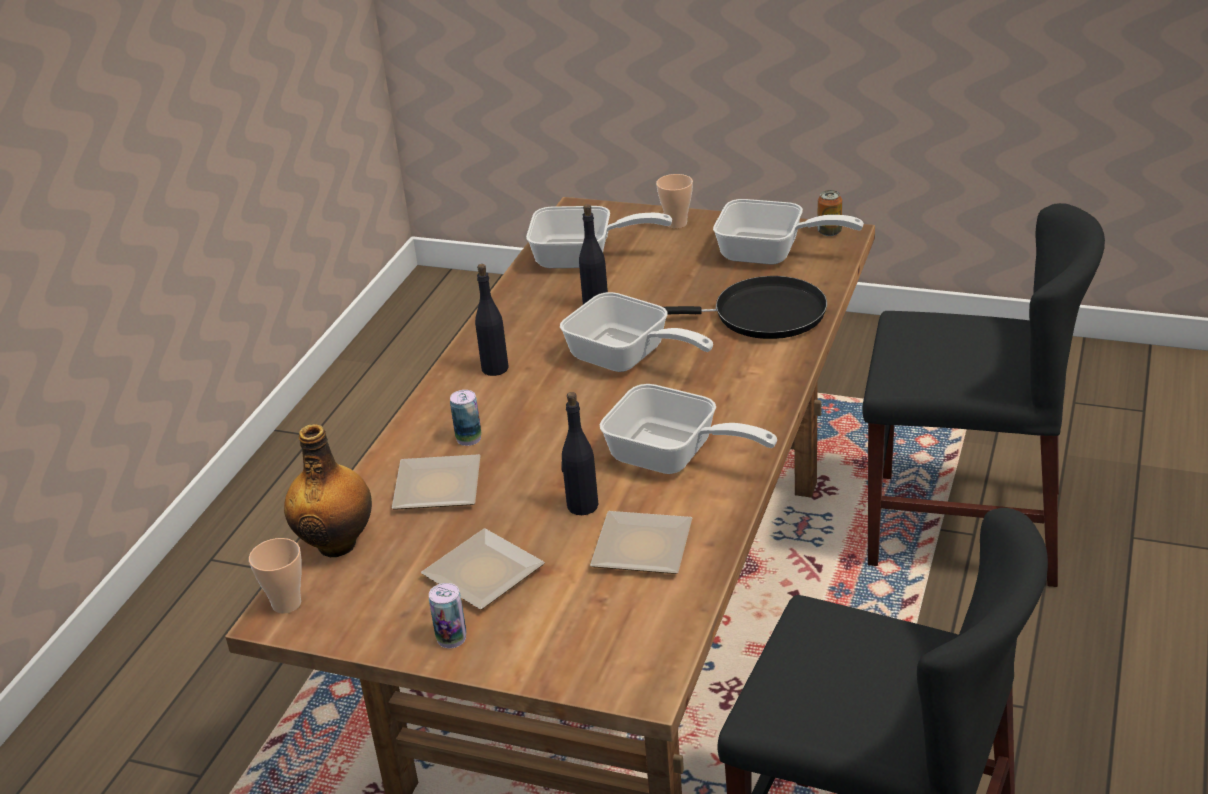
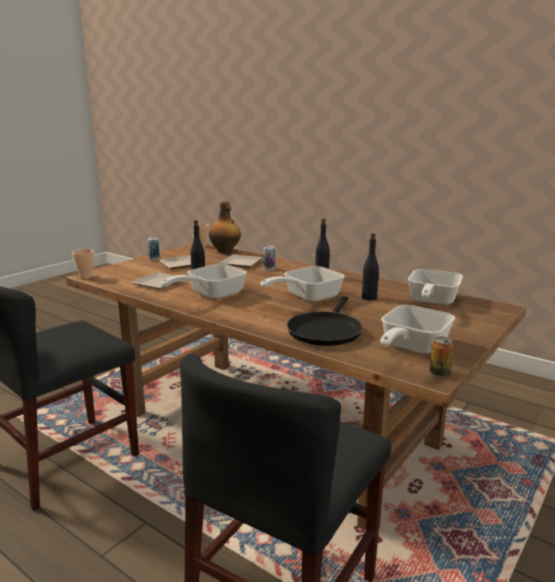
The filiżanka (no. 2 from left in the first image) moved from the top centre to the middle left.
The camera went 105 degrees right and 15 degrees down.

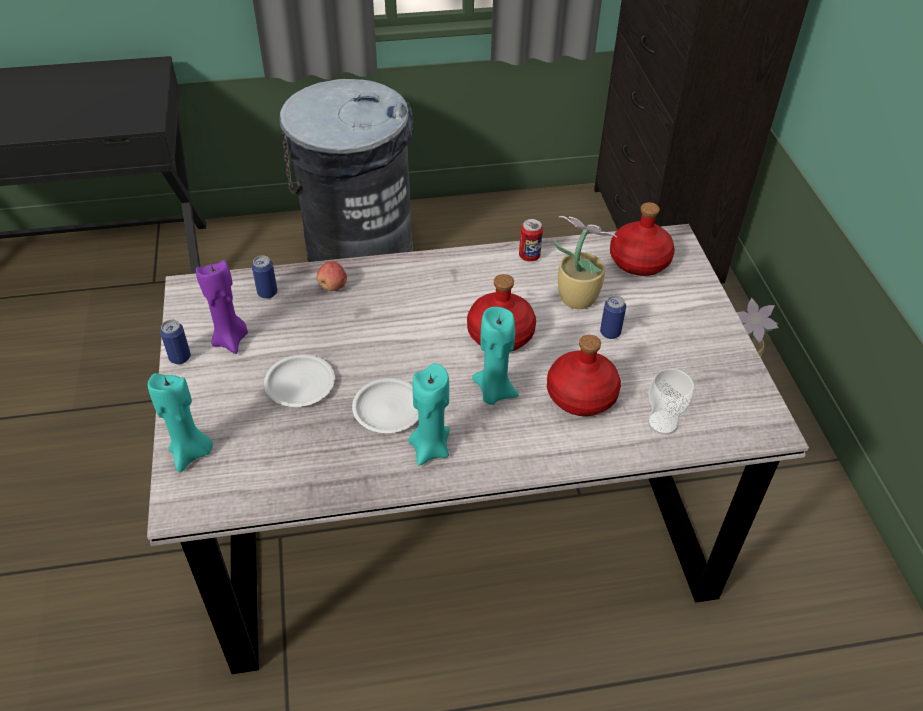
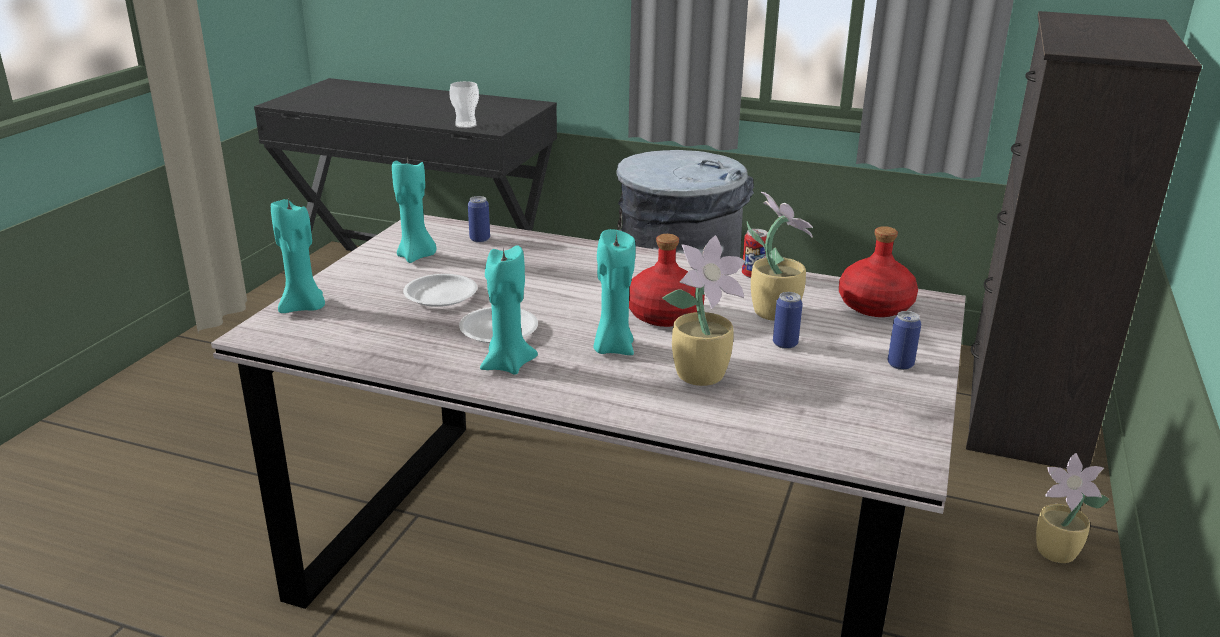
The świeca/fioletowy at the middle left became the świeca/turkusowy (no. 2 from left) at the top centre.
The filiżanka moved from the middle right to the top centre.
The butelka/czerwony (no. 2 from left) at the centre was replaced by the roślina doniczkowa (no. 1 from left) at the centre.
The puszka (no. 1 from left in the first image) moved from the middle left to the middle right.
The jabłko at the centre disappeared.
The camera went 30 degrees right and 20 degrees down.

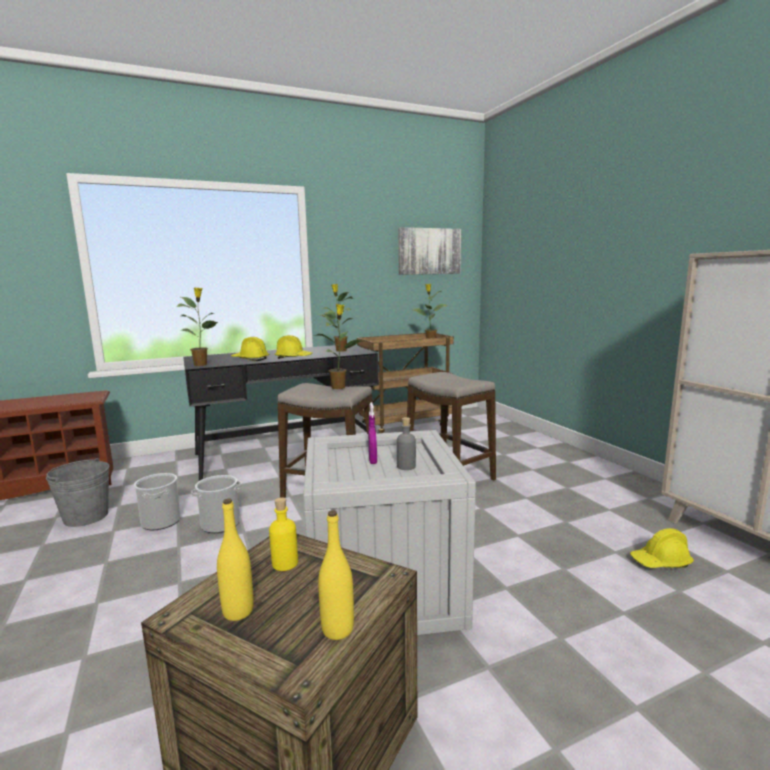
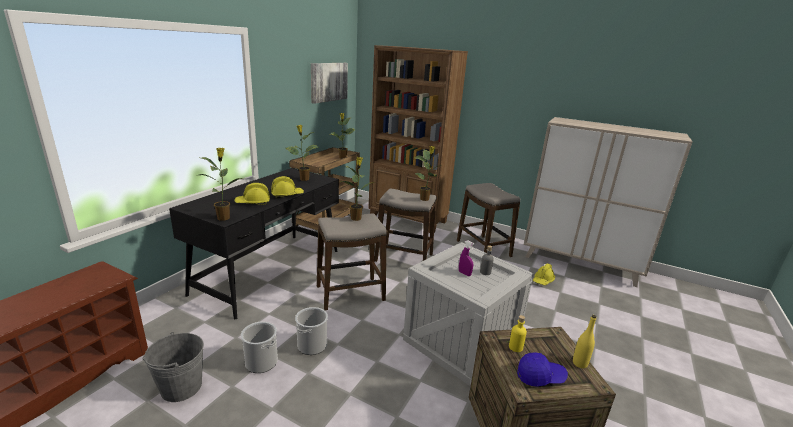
The regał/brązowy at the top centre appeared.
The roślina doniczkowa (no. 5 from left) at the centre appeared.
The stołek (no. 3 from left) at the centre appeared.
The butelka/żółty (no. 1 from left) at the bottom left was replaced by the czapka z daszkiem/niebieski at the bottom right.
The camera went 40 degrees left and 10 degrees up.

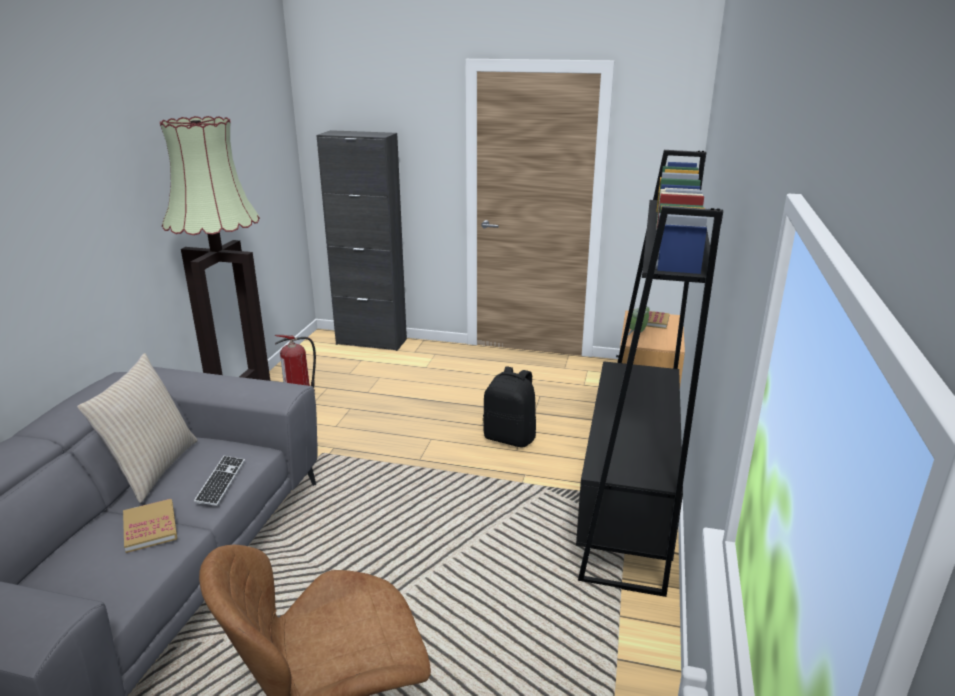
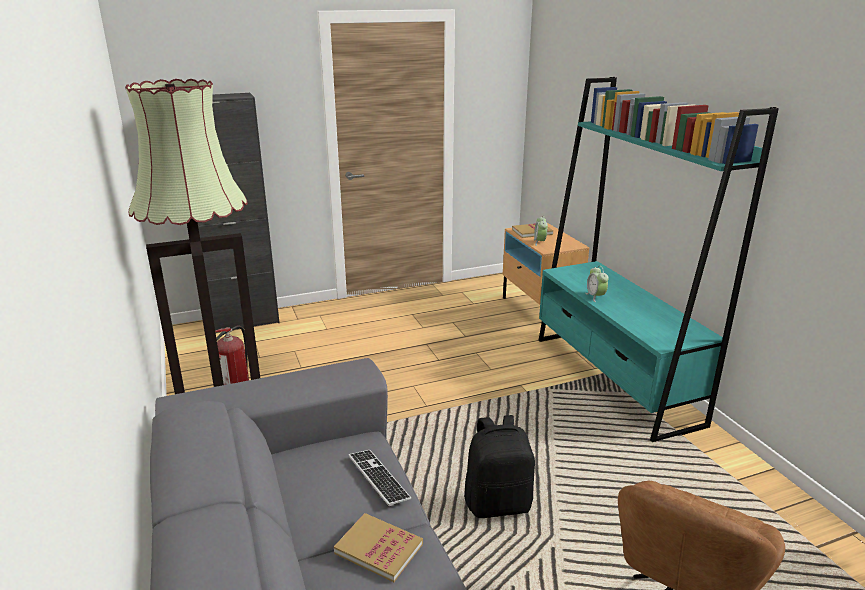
The plecak/czarny moved from the centre to the bottom centre.
The regał/czarny at the middle right became the regał/turkusowy at the middle right.
The budzik (no. 2 from left) at the middle right appeared.
The poduszka/beżowy at the middle left disappeared.
The camera went 35 degrees left and 0 degrees up.

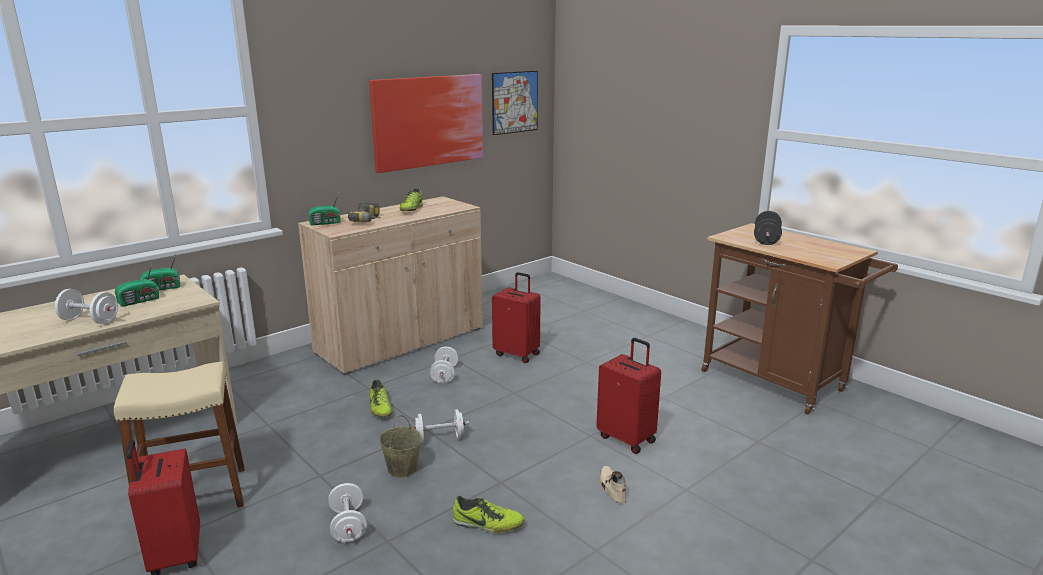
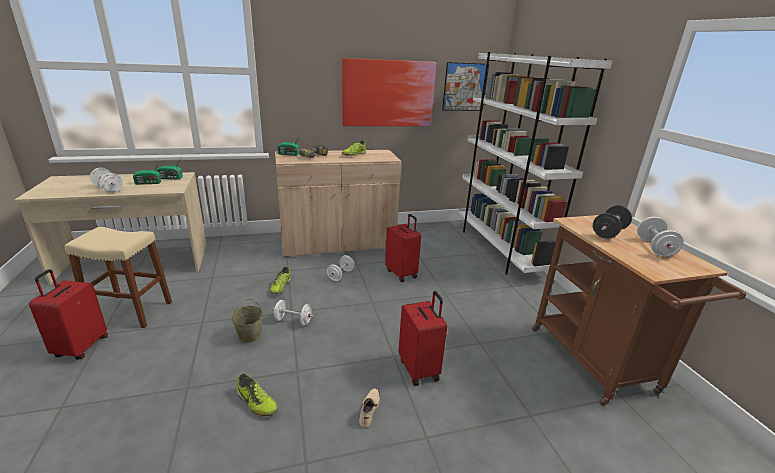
The regał/biały at the middle right appeared.
The hantel/biały (no. 2 from left in the first image) moved from the bottom left to the middle right.
The camera went 25 degrees right and 5 degrees up.

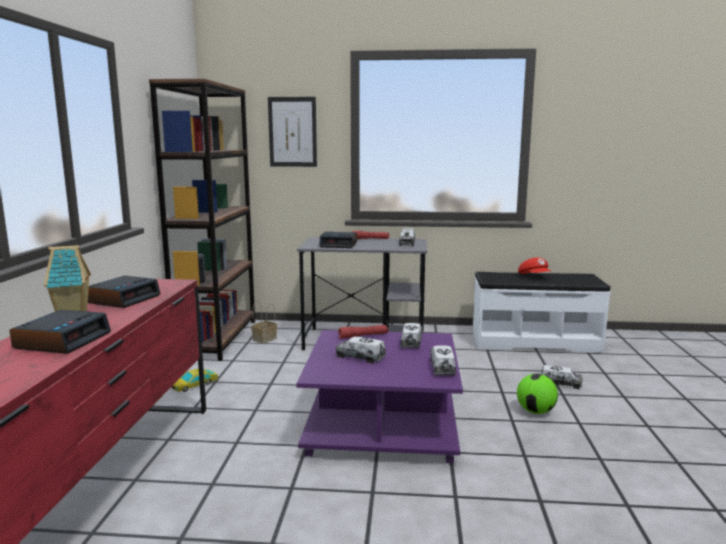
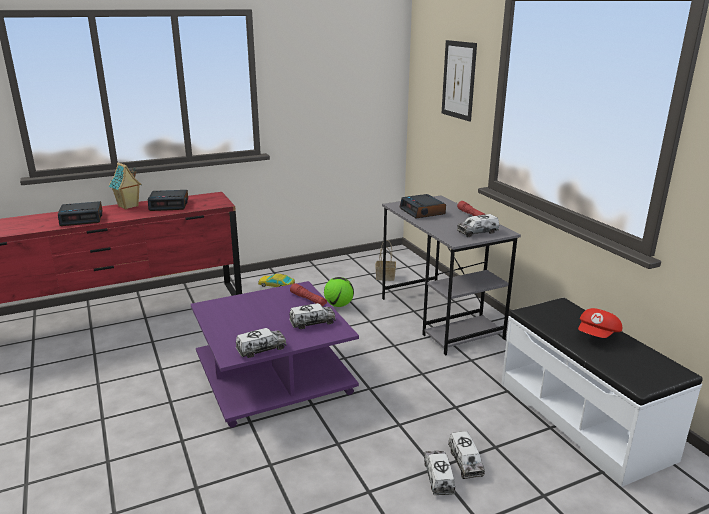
The piłka futbolowa moved from the bottom right to the centre.
The ciężarówka zabawkowa (no. 1 from left in the first image) moved from the centre to the bottom centre.
The regał/brązowy at the middle left disappeared.
The camera went 60 degrees right and 10 degrees up.

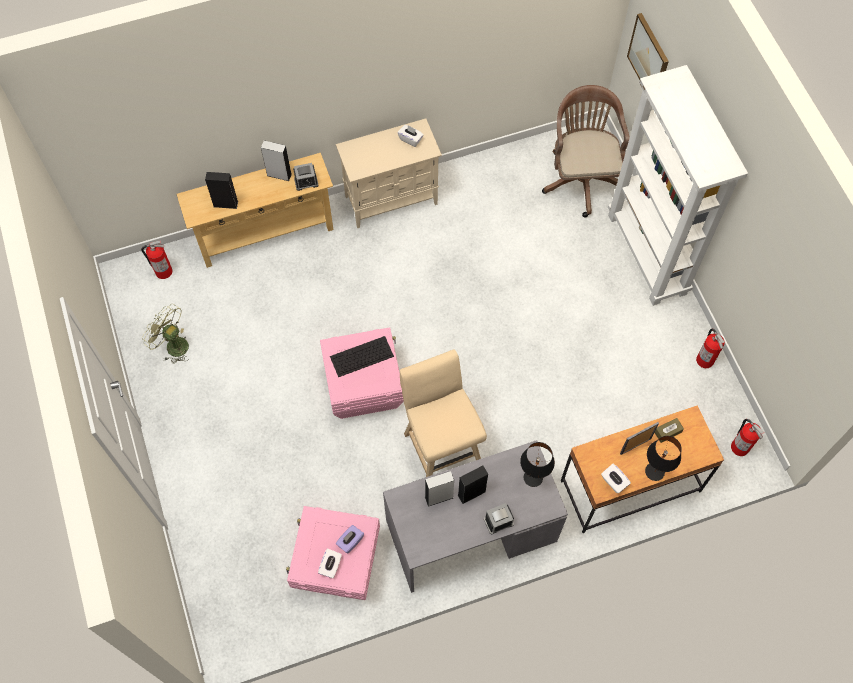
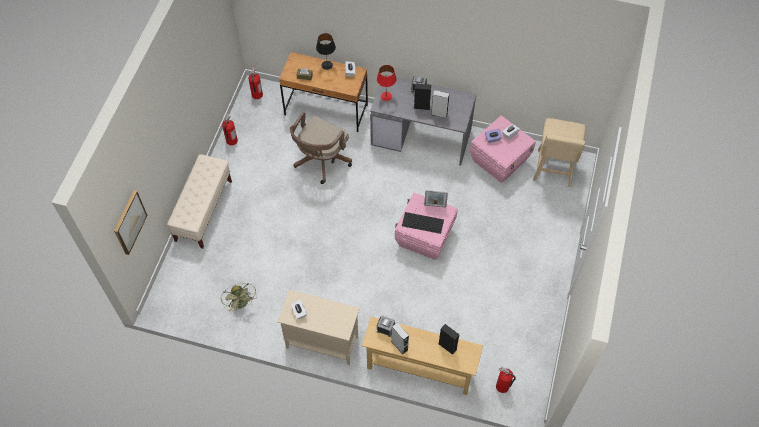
The regał/biały at the top right was replaced by the ławka/beżowy at the middle left.
The wentylator/zielony moved from the middle left to the bottom left.
The krzesło biurowe/brązowy moved from the top right to the centre.
The lampa stołowa/czarny (no. 1 from left) at the bottom centre became the lampa stołowa/czerwony at the top centre.
The ramka na zdjęcie moved from the middle right to the centre.
The stołek/beżowy moved from the centre to the middle right.
The camera went 145 degrees left and 5 degrees down.

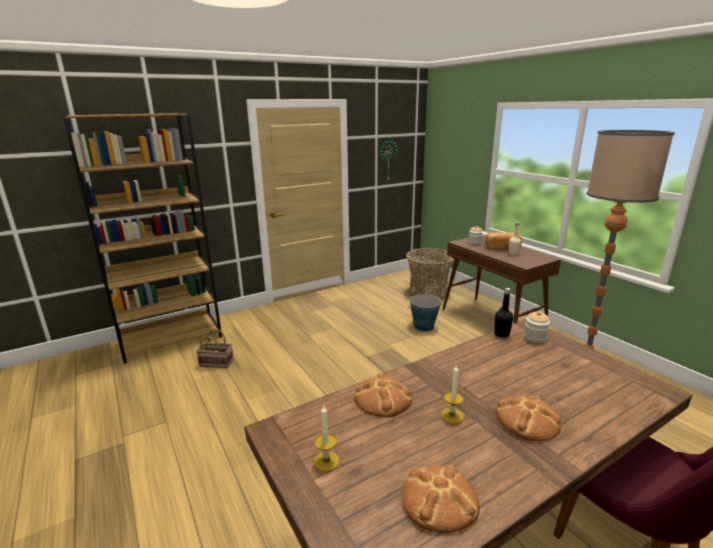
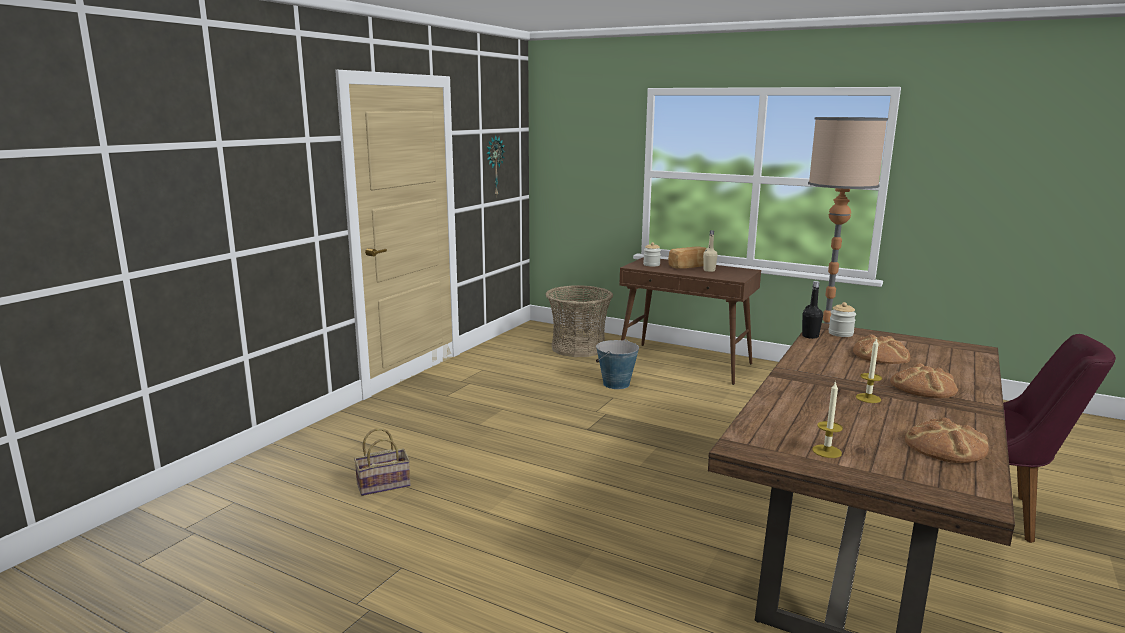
The chleb (no. 1 from left in the first image) moved from the bottom centre to the middle right.
The regał/brązowy at the middle left disappeared.
The camera went 30 degrees left and 5 degrees down.

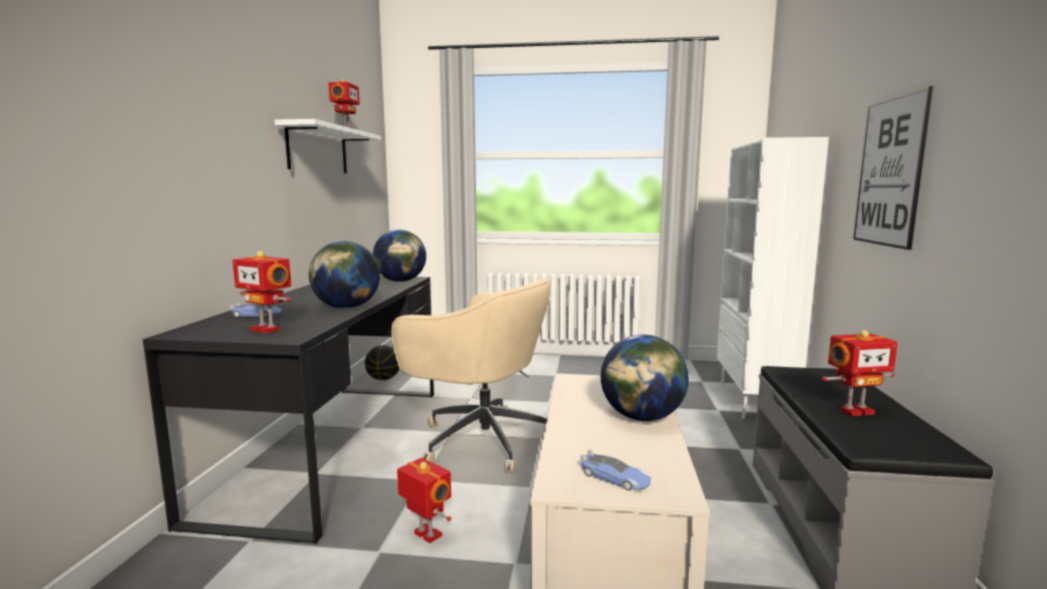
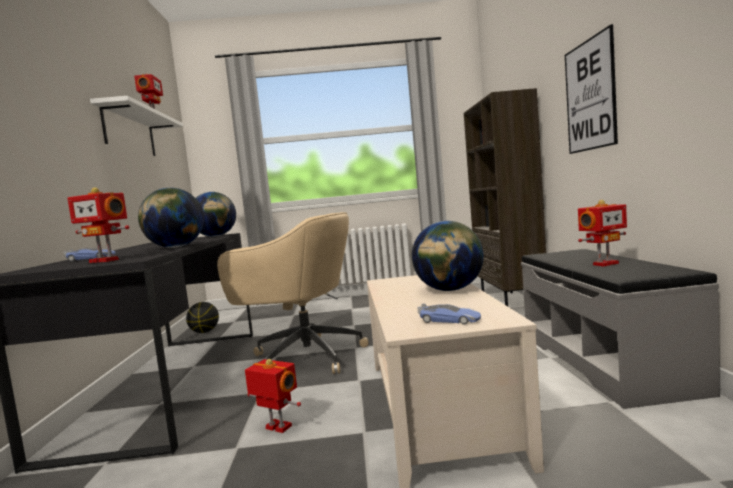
The regał/biały at the middle right became the regał/brązowy at the middle right.
The camera went 10 degrees left and 5 degrees down.

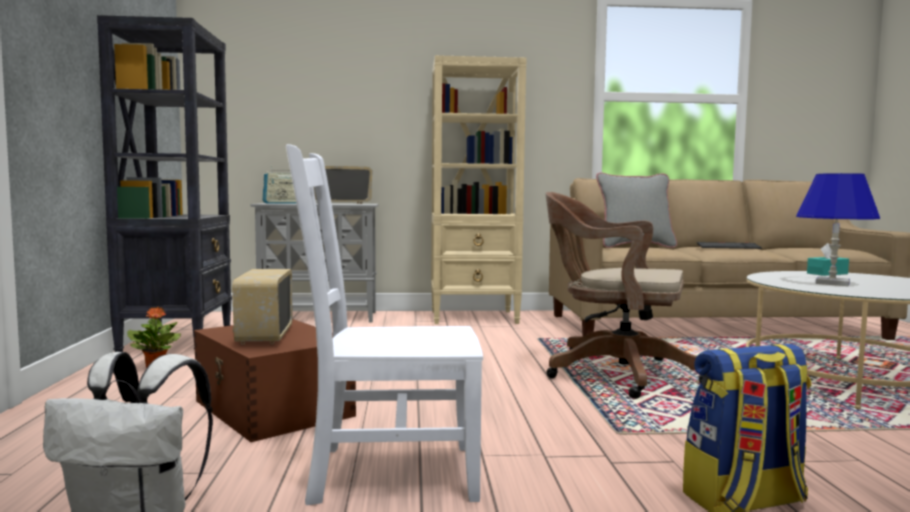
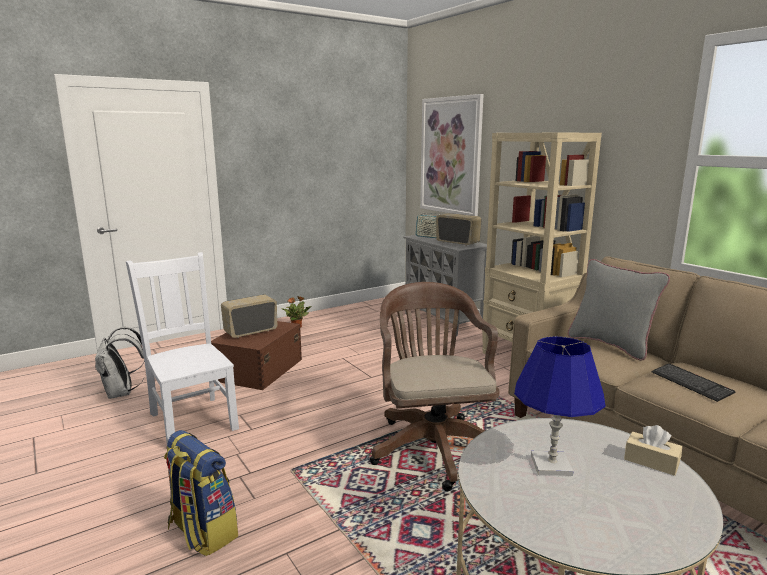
The obraz at the top centre appeared.
The pudełko chusteczek/turkusowy at the middle right became the pudełko chusteczek/beżowy at the bottom right.
The regał/czarny at the middle left disappeared.
The camera went 60 degrees right and 10 degrees up.

